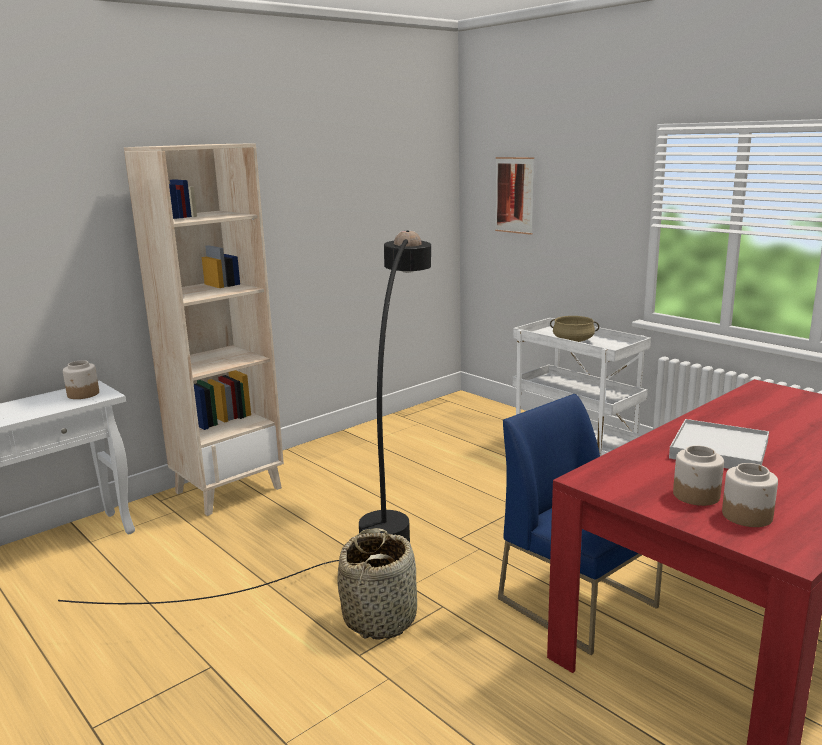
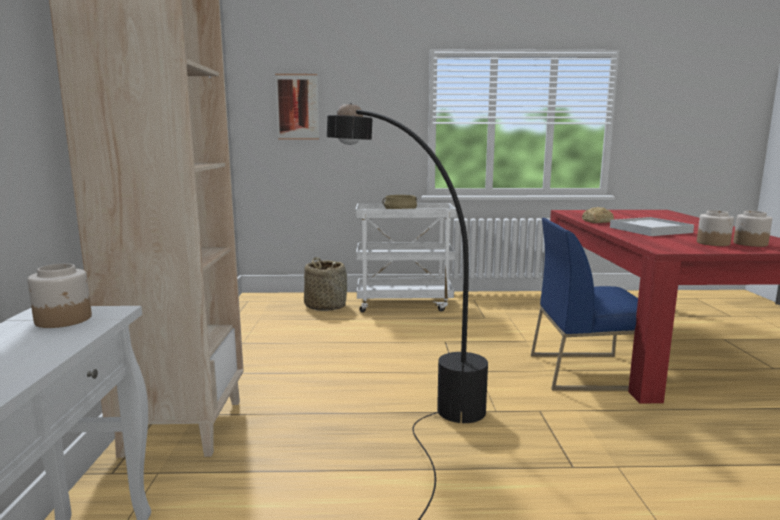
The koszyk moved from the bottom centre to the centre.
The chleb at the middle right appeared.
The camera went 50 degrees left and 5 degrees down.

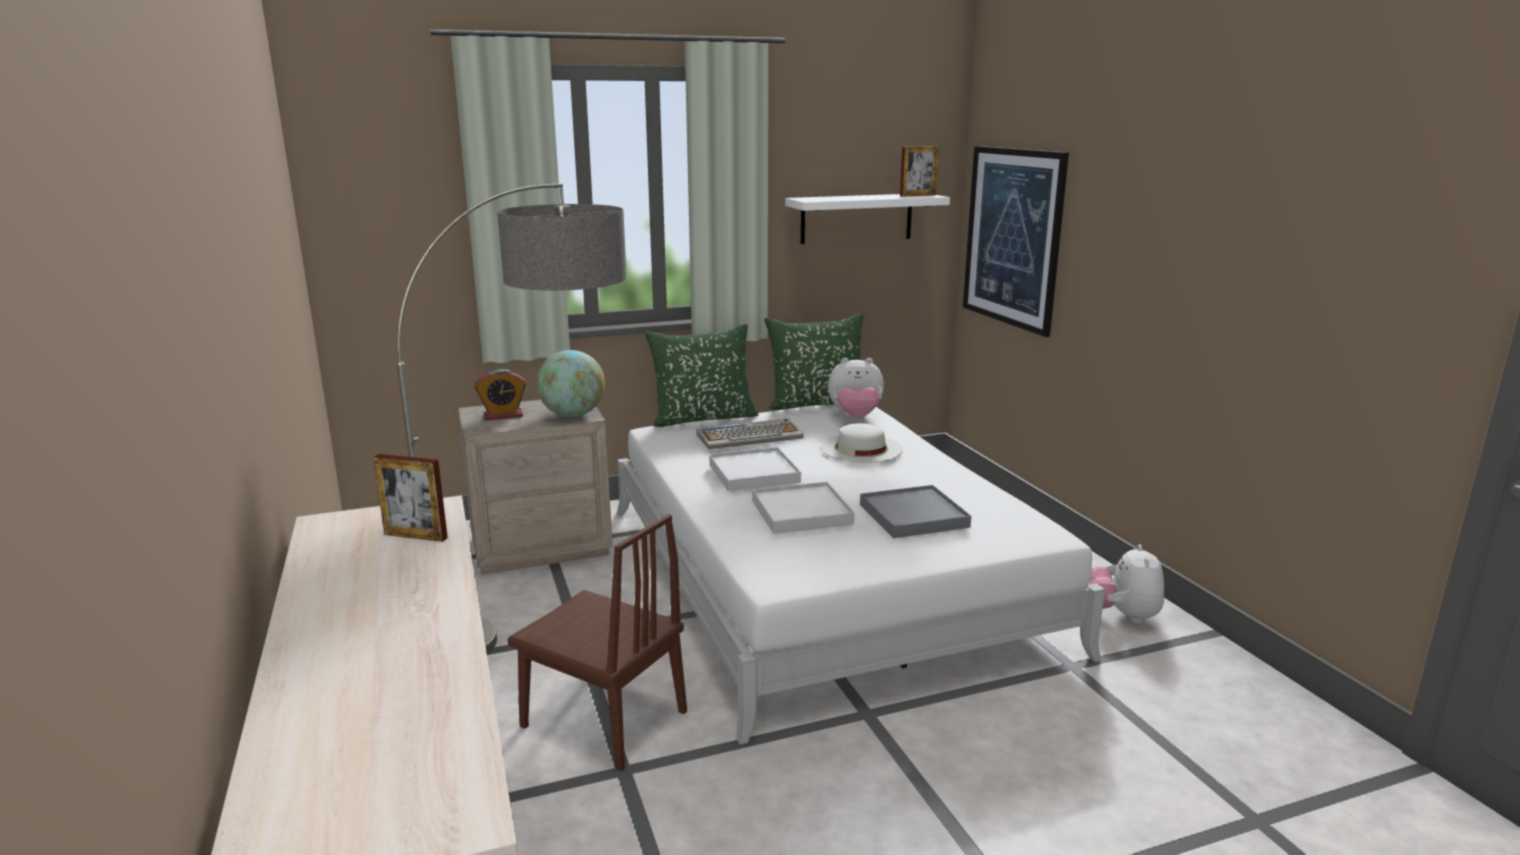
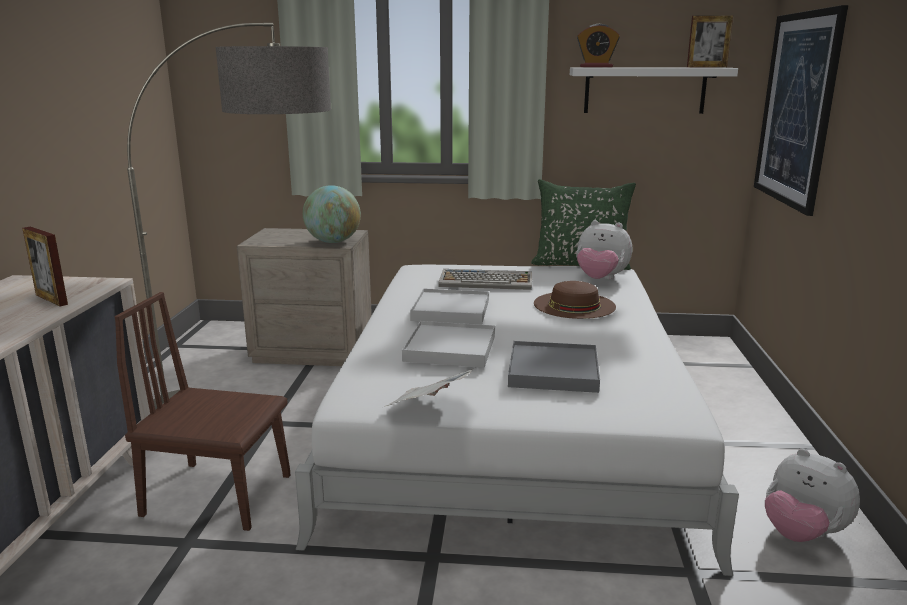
The krzesło/brązowy at the bottom centre turned 135 degrees clockwise.
The gazeta at the centre appeared.
The kapelusz/biały at the centre became the kapelusz/brązowy at the centre.
The budzik moved from the middle left to the top centre.
The pluszak (no. 2 from left) at the bottom right turned 75 degrees counterclockwise.
The poduszka/zielony (no. 1 from left) at the centre disappeared.
The camera went 25 degrees right and 0 degrees up.

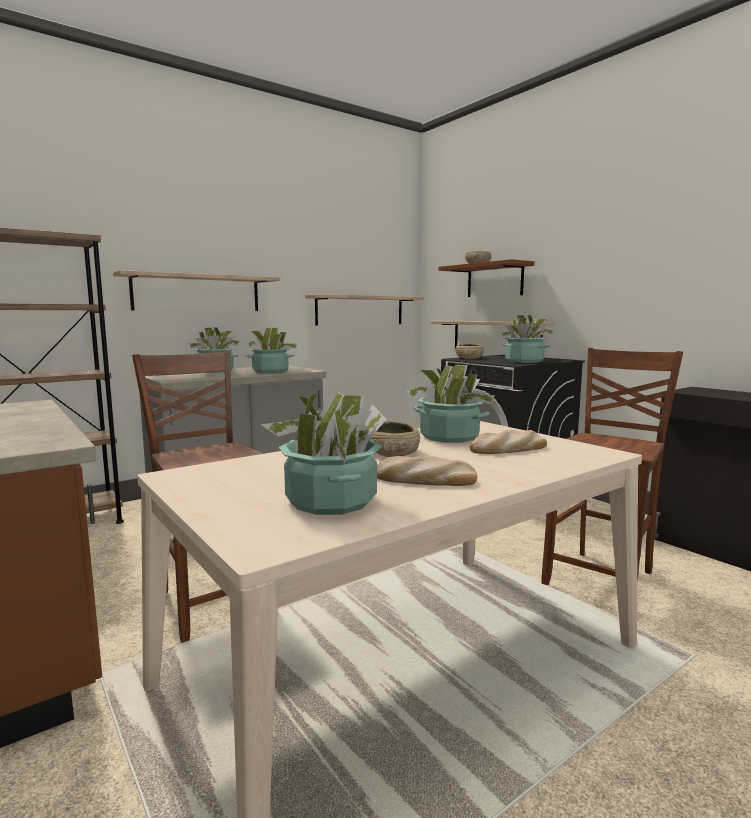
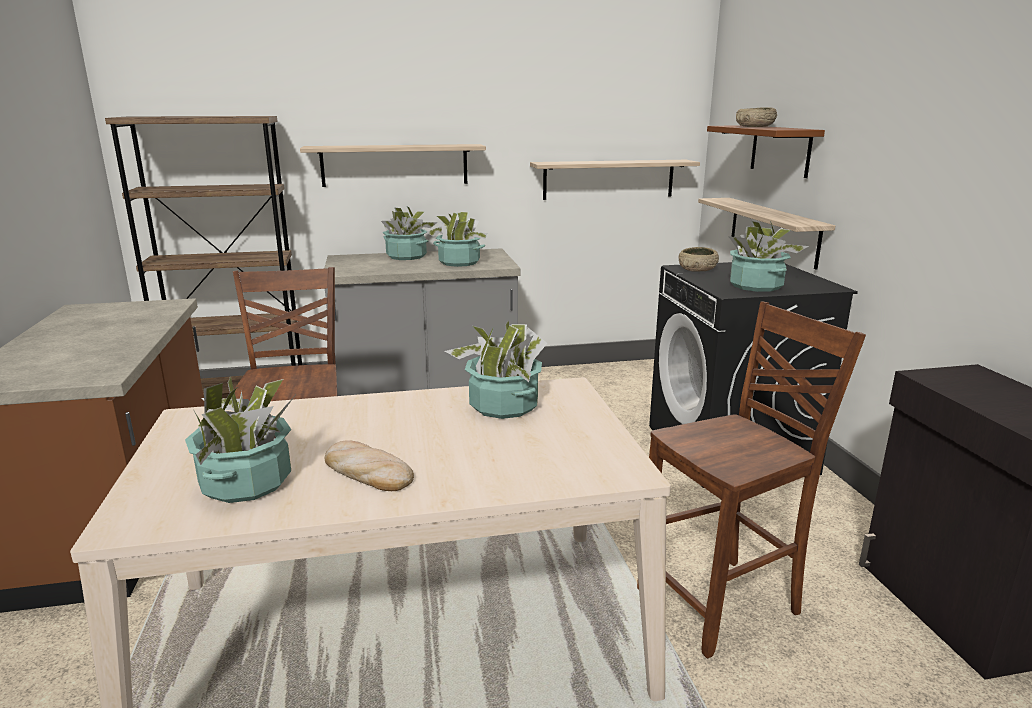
The miska/beżowy (no. 1 from left) at the centre disappeared.
The chleb (no. 2 from left) at the middle right disappeared.
The camera went 25 degrees right and 10 degrees up.

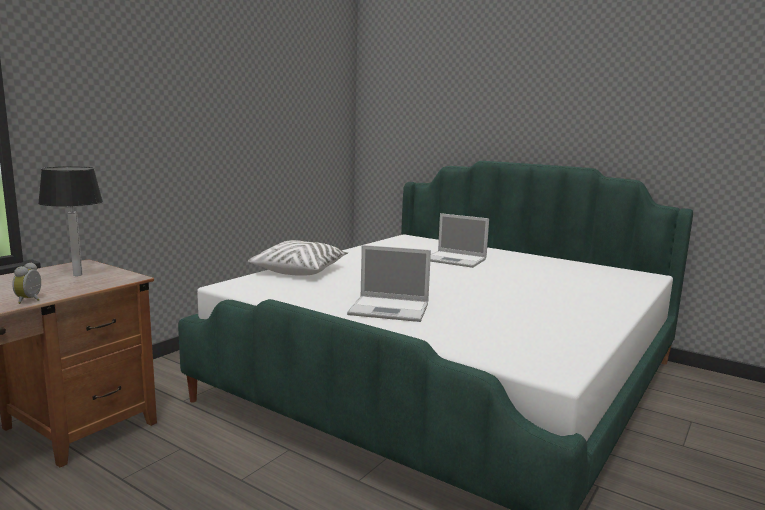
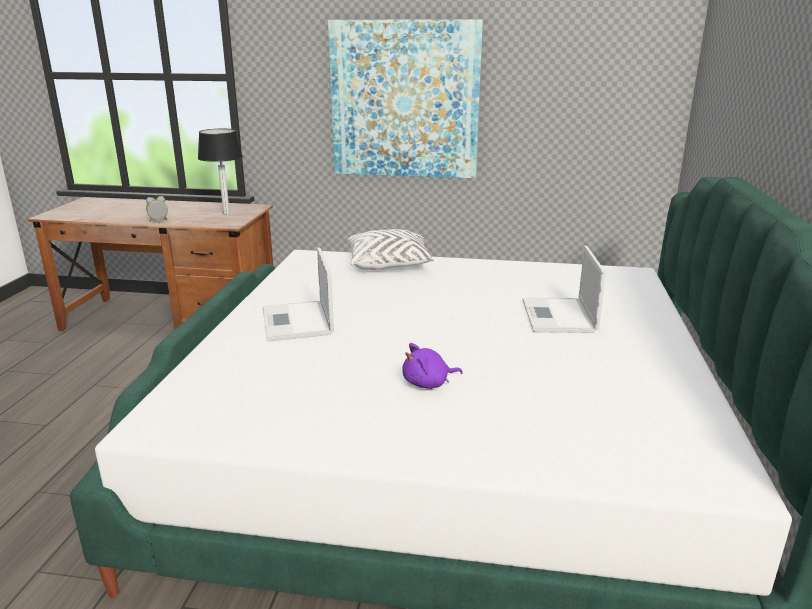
The obraz at the top centre appeared.
The pluszak/fioletowy at the centre appeared.
The camera went 65 degrees right and 10 degrees up.

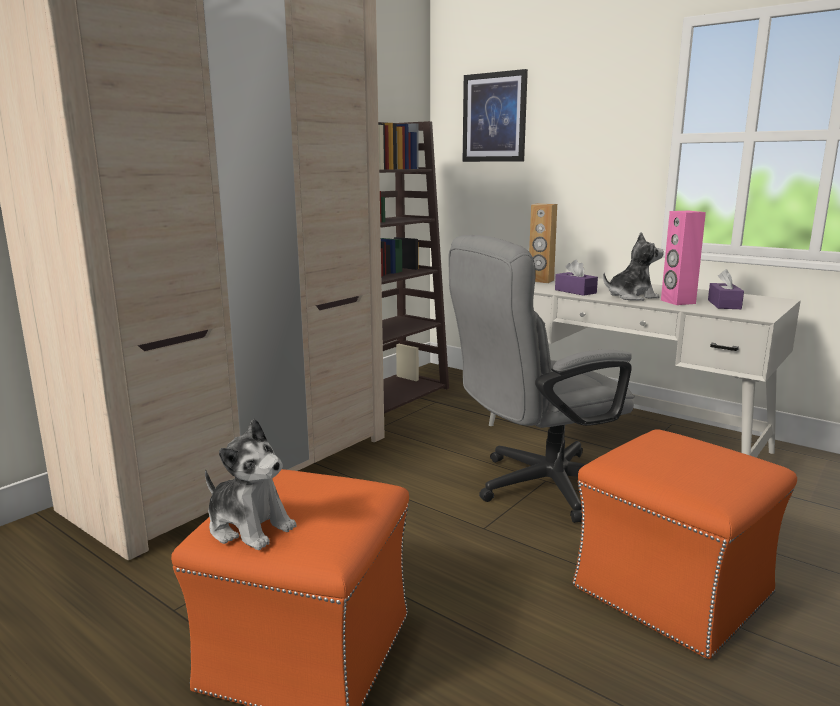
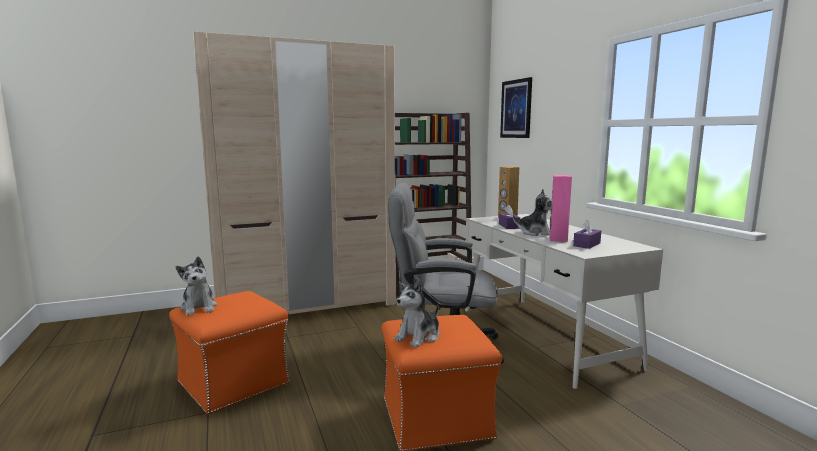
The pluszak (no. 2 from left) at the bottom centre appeared.
The camera went 30 degrees right and 5 degrees down.

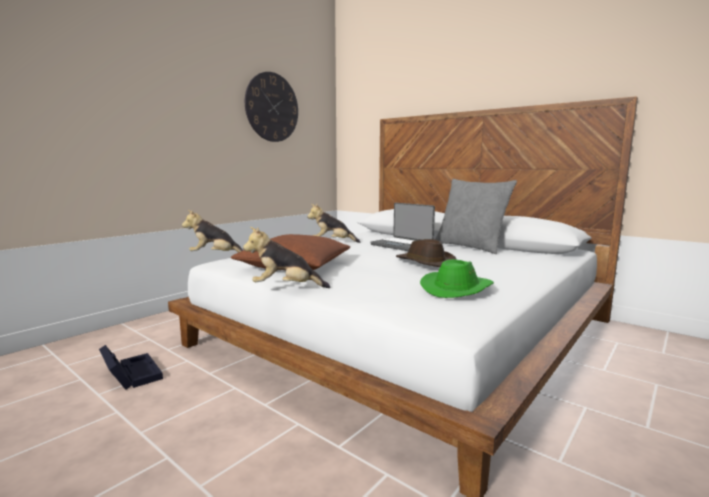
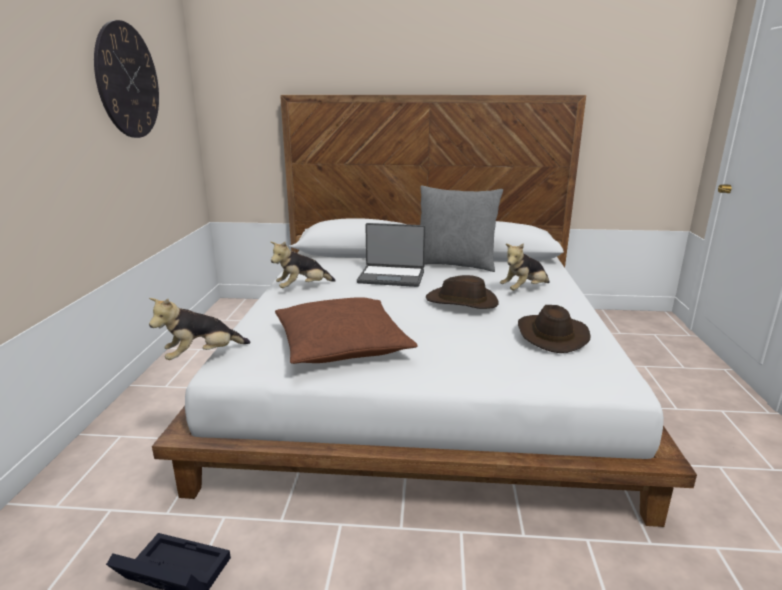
The pluszak (no. 2 from left in the first image) moved from the centre to the middle right.
The kapelusz/zielony at the centre became the kapelusz/brązowy (no. 2 from left) at the middle right.
The camera went 35 degrees left and 10 degrees up.

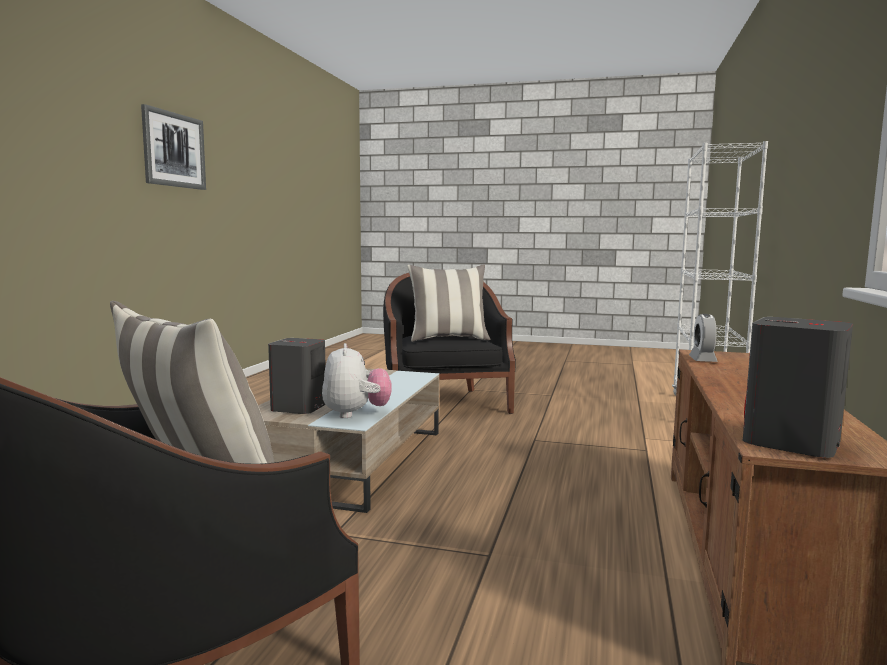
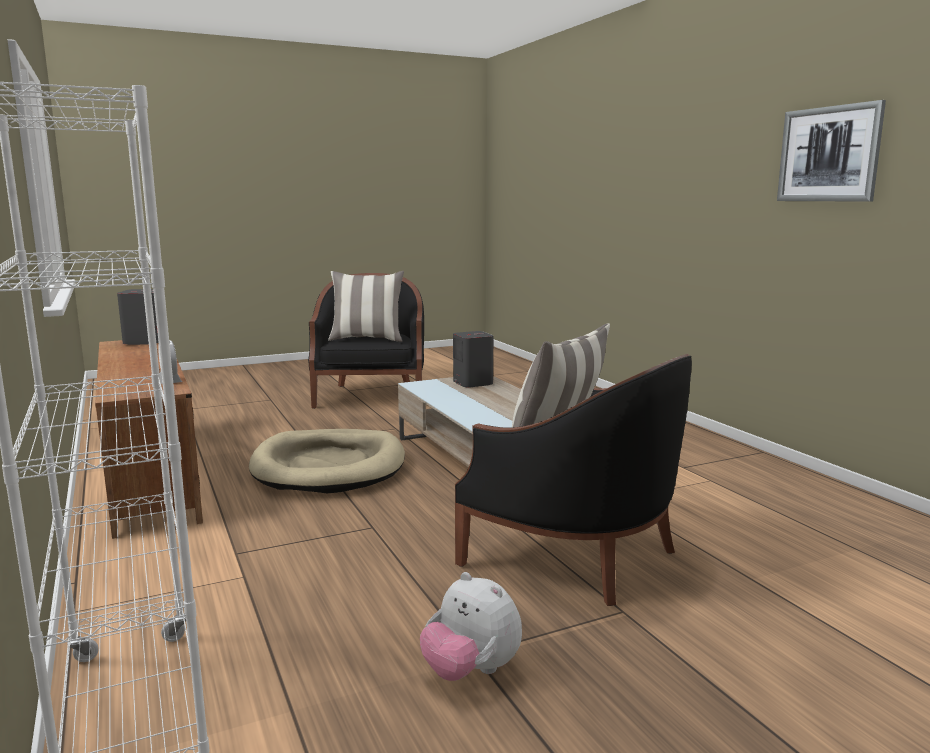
The legowisko/beżowy at the centre appeared.
The pluszak moved from the centre to the bottom centre.
The camera went 140 degrees right and 5 degrees up.

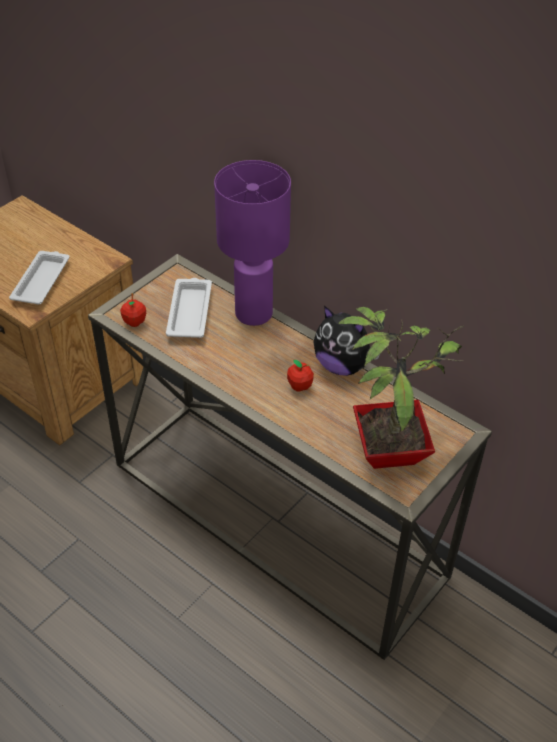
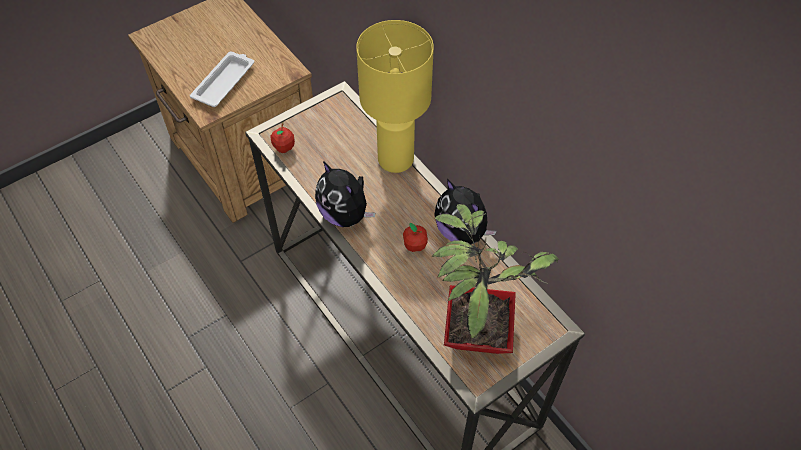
The pluszak (no. 1 from left) at the centre appeared.
The lampa stołowa/fioletowy at the top centre became the lampa stołowa/żółty at the top centre.
The taca/biały (no. 2 from left) at the centre disappeared.
The camera went 15 degrees right and 10 degrees up.

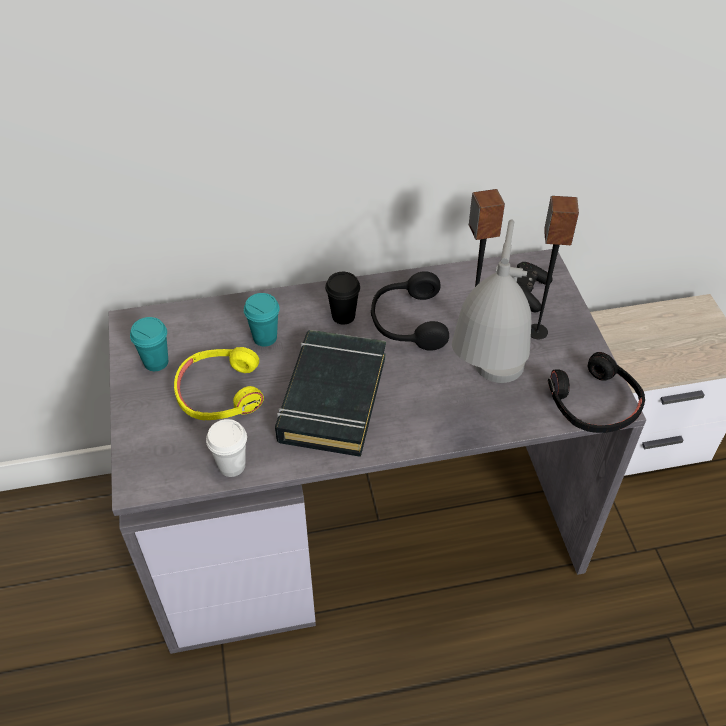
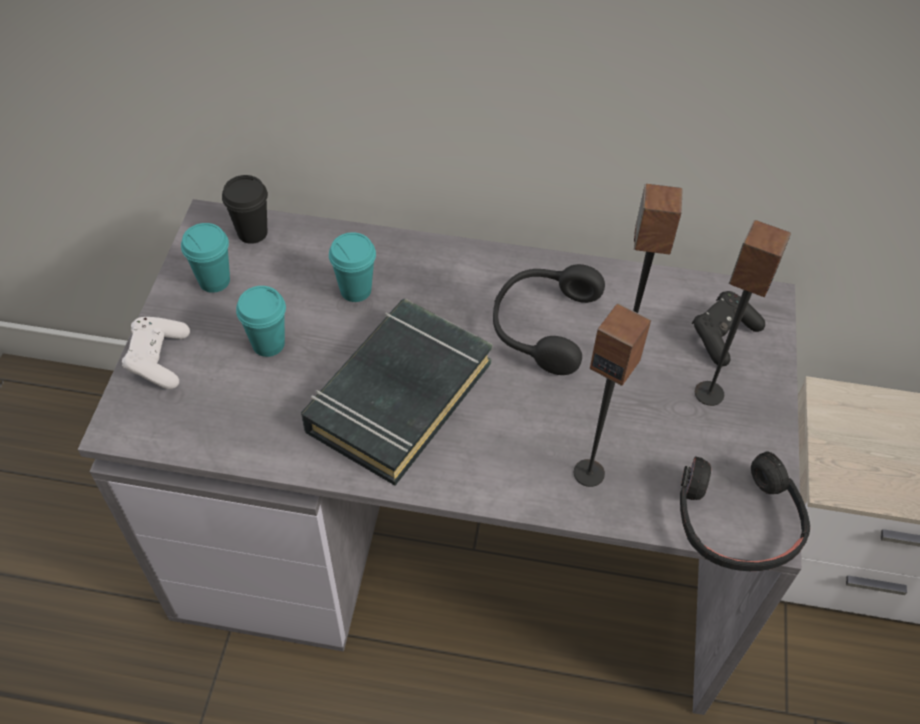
The pad do gier/biały at the middle left appeared.
The filiżanka/czarny moved from the centre to the top left.
The słuchawki/żółty at the middle left was replaced by the filiżanka/turkusowy (no. 2 from left) at the middle left.
The lampa stołowa/szary at the middle right was replaced by the głośnik (no. 1 from left) at the centre.
The filiżanka/biały at the middle left disappeared.
The camera went 20 degrees right and 5 degrees up.

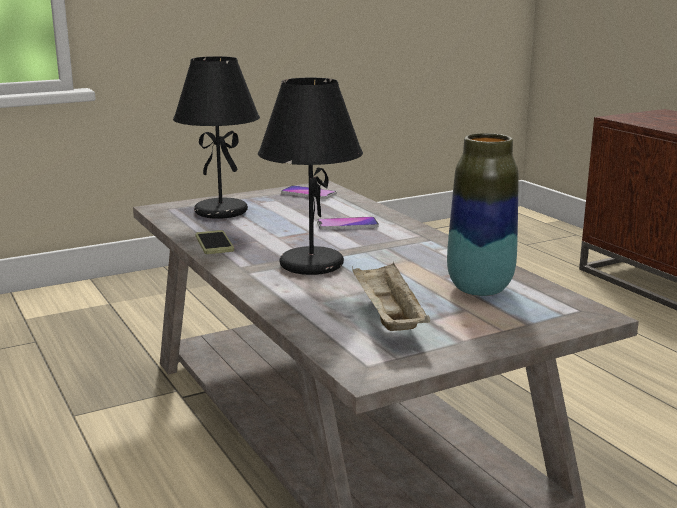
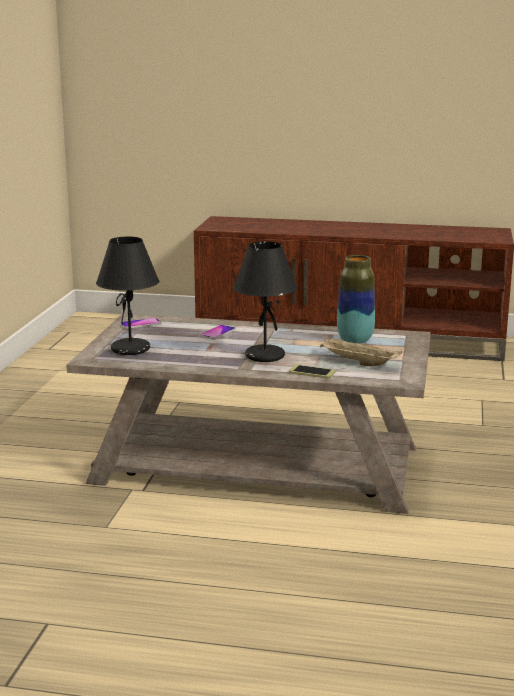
The telefon (no. 1 from left in the first image) moved from the middle left to the centre.
The camera went 50 degrees left and 0 degrees up.

